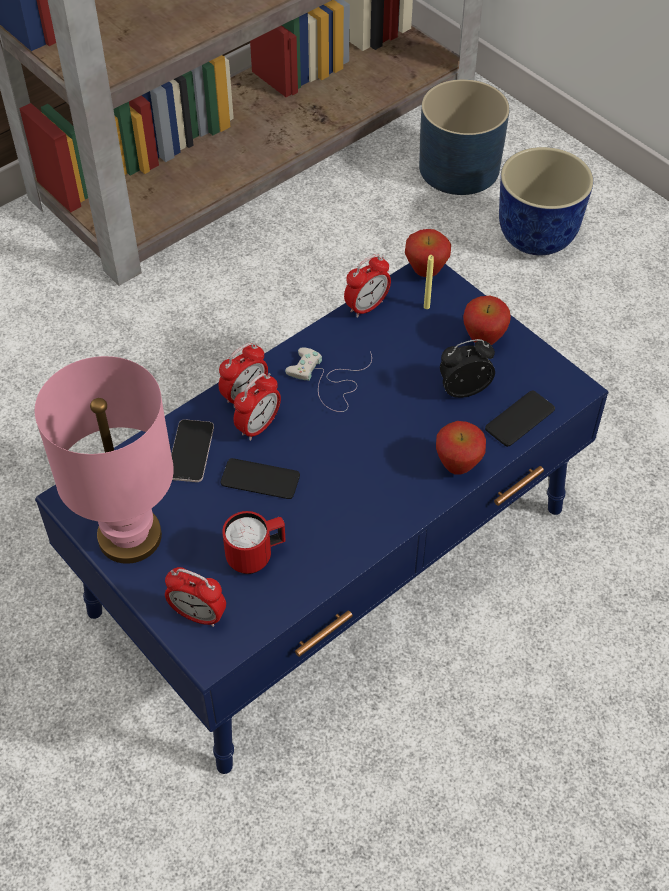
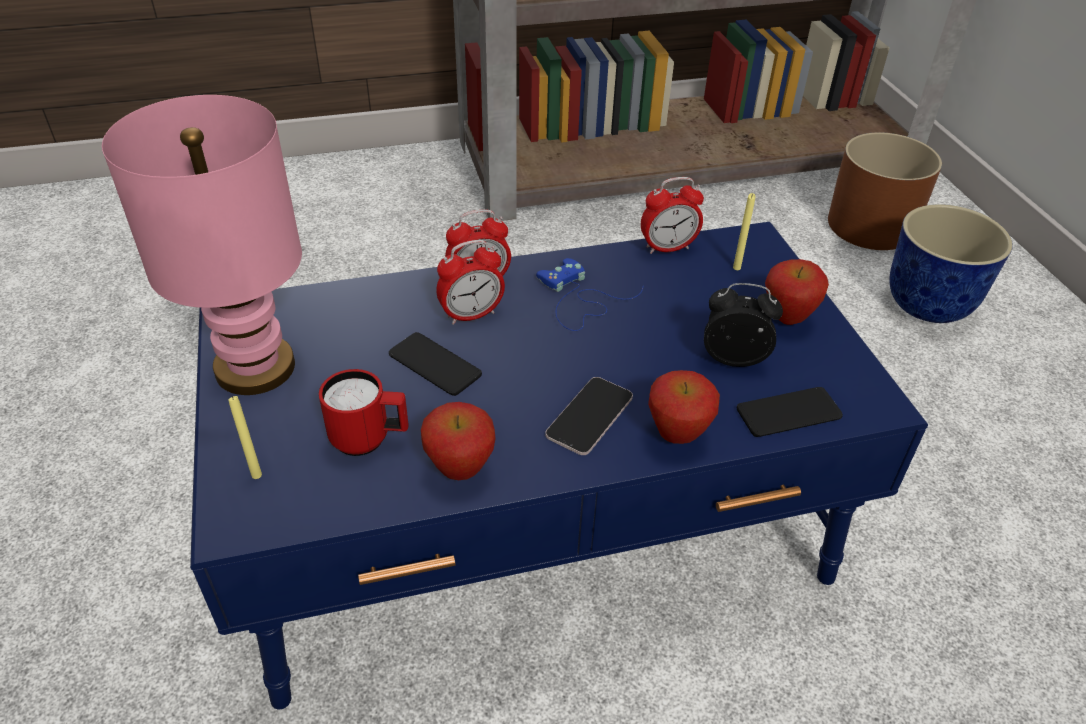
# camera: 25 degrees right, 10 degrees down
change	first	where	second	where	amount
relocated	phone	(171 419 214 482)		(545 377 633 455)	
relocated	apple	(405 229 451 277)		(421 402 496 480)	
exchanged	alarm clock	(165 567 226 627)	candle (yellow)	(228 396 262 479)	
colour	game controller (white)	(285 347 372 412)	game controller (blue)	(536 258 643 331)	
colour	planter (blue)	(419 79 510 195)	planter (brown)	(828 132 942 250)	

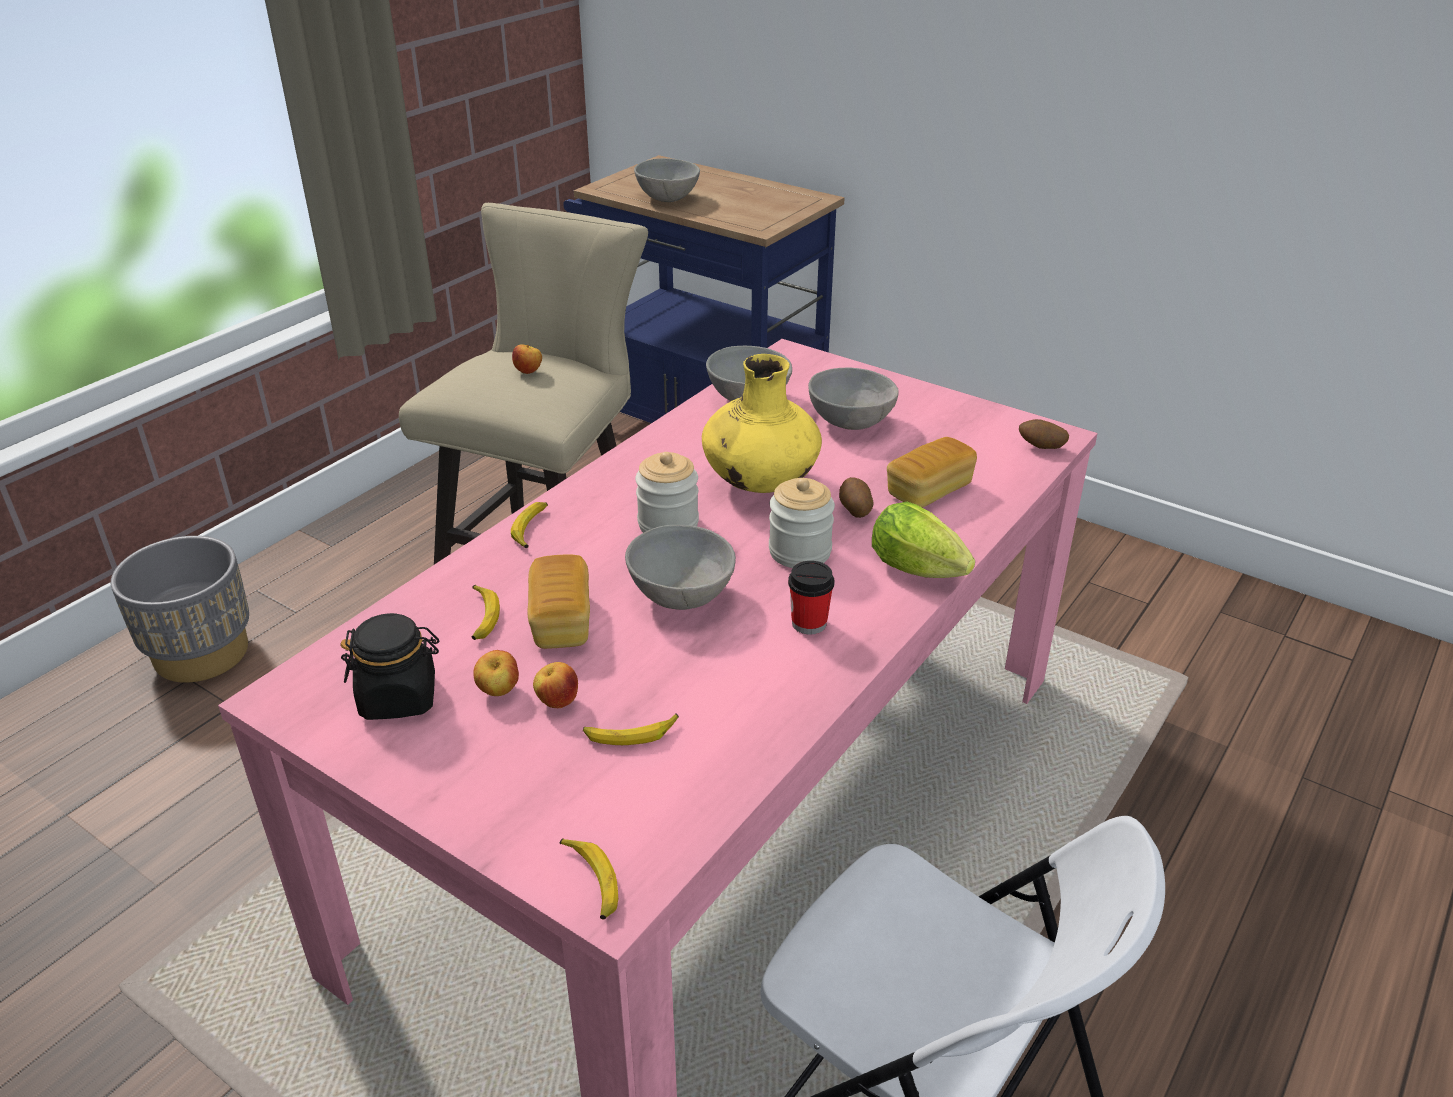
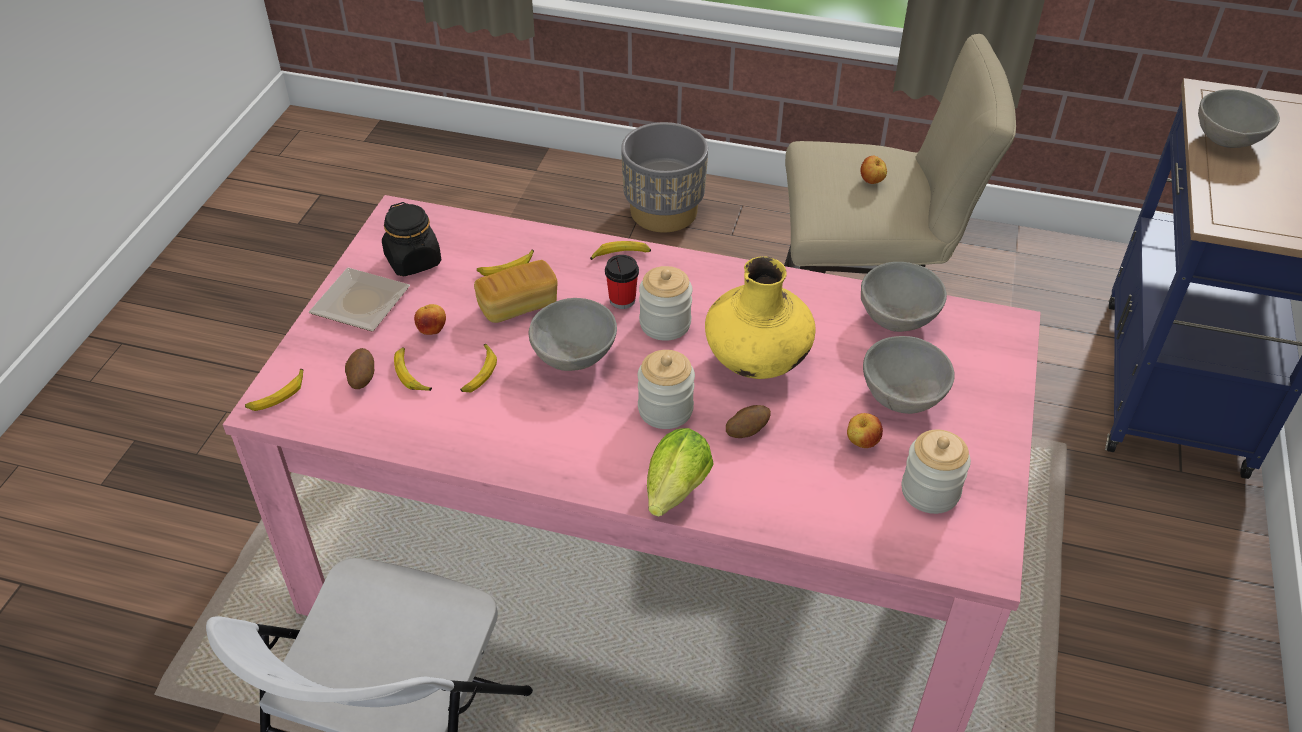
# camera: 70 degrees right, 10 degrees up
change	first	where	second	where	amount
missing	bread	(887 437 977 508)			
appeared			plate	(309 268 410 331)	
appeared			banana	(460 344 497 392)	
appeared			jar	(902 430 971 514)	
relocated	apple	(474 650 519 696)		(847 413 883 448)	
relocated	cup	(788 561 834 635)		(605 255 639 309)	
relocated	potato	(1019 419 1069 449)		(345 348 374 389)	

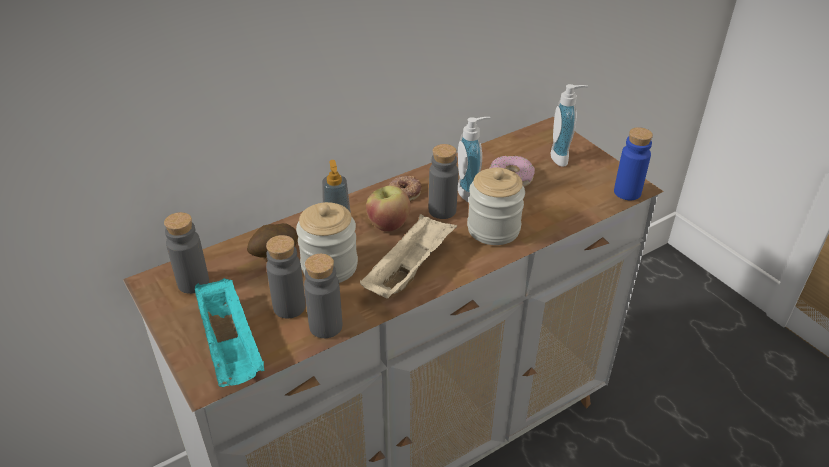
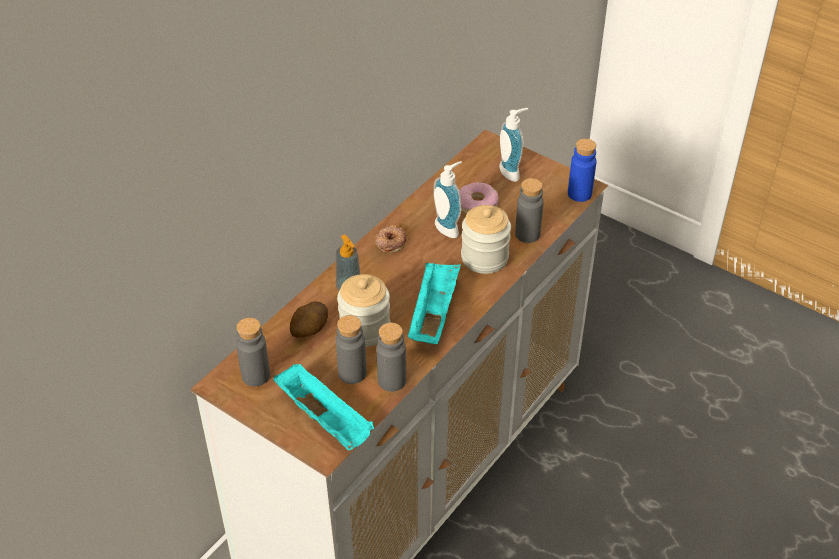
# camera: 20 degrees left, 5 degrees up
change	first	where	second	where	amount
missing	apple	(366 186 411 232)			
relocated	bottle (grey)	(429 144 458 219)		(515 178 544 243)	
colour	tray (beige)	(360 214 457 299)	tray (turquoise)	(408 262 461 344)	

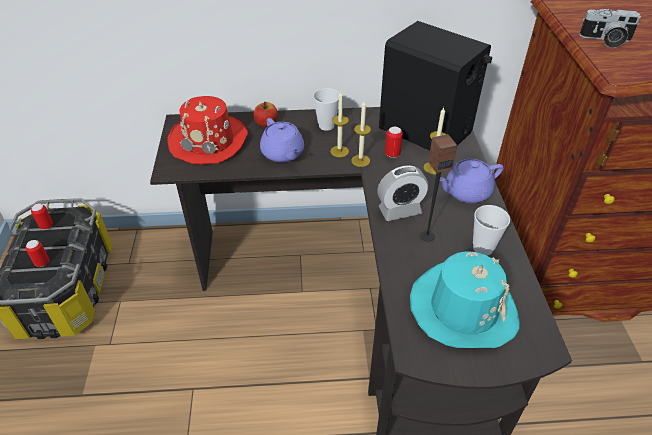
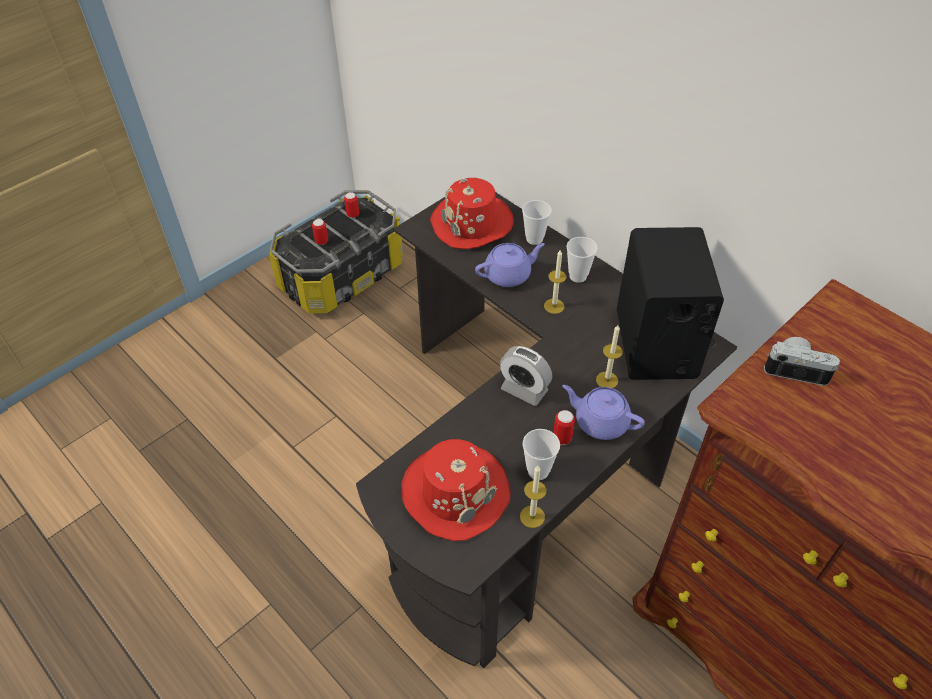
# camera: 50 degrees right, 5 degrees up
change	first	where	second	where	amount
missing	speaker	(420 134 457 242)			
relocated	candle	(351 101 371 167)		(520 466 546 528)	
relocated	can	(385 127 403 158)		(553 410 575 445)	
exchanged	apple	(254 102 278 127)	cup	(522 200 552 245)	
colour	hat (turquoise)	(410 251 520 348)	hat (red)	(401 439 511 541)	
spun	teapot (purple)	(260 118 304 163)		(475 243 545 287)	135 degrees counterclockwise
spun	photo camera	(579 9 641 48)		(764 337 840 386)	135 degrees clockwise

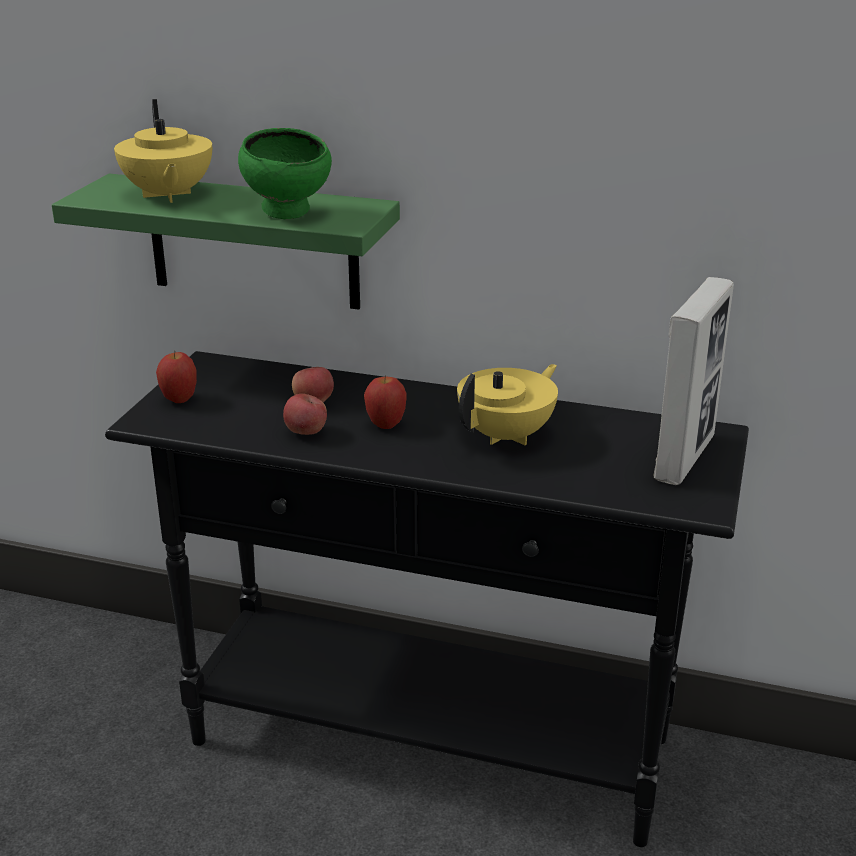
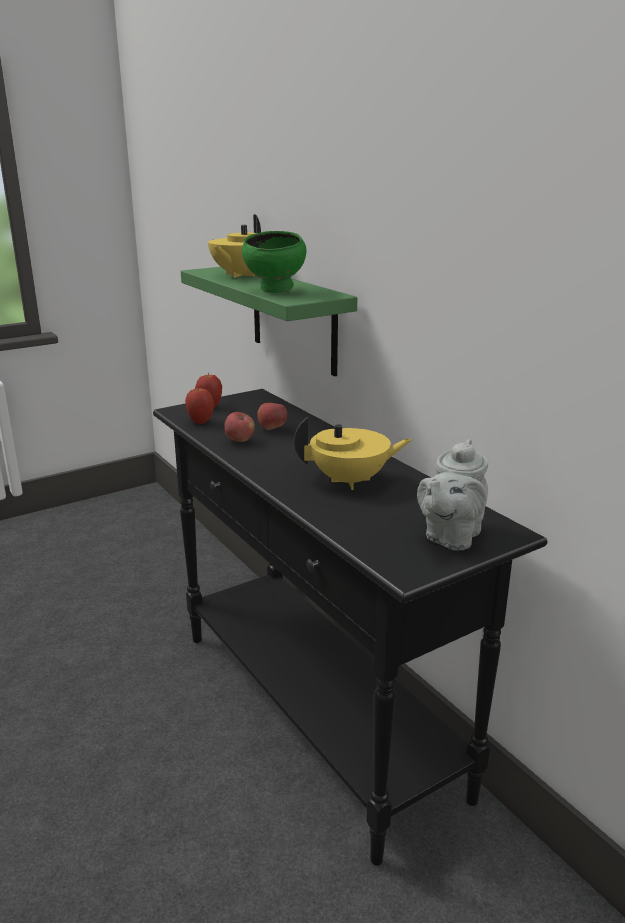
# camera: 40 degrees right, 5 degrees down
change	first	where	second	where	amount
relocated	apple	(364 375 407 429)		(185 386 214 424)	
exchanged	picture frame	(654 277 734 485)	teapot (grey)	(417 439 488 550)	

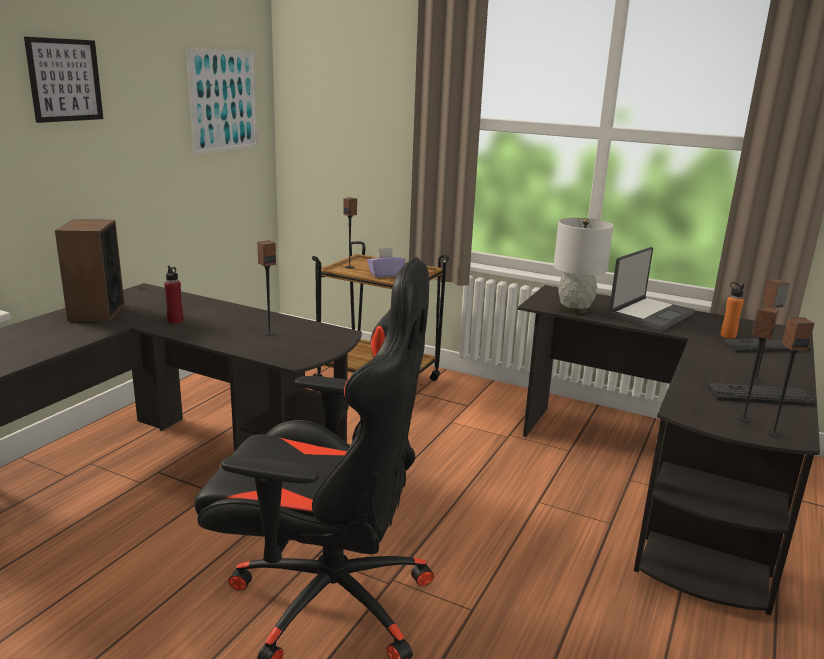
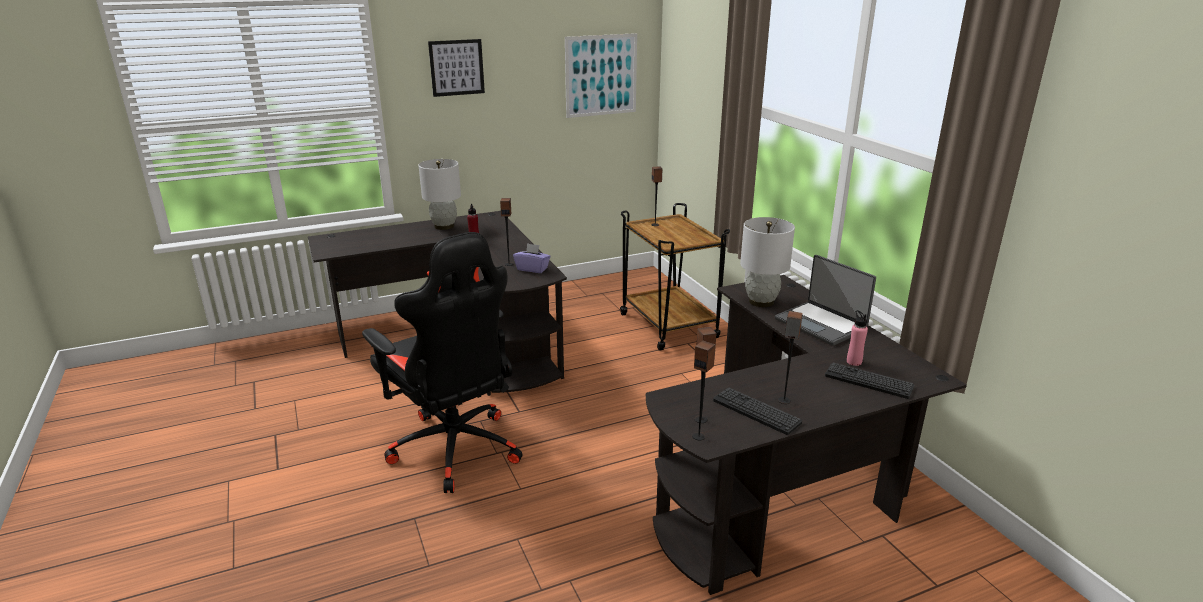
# camera: 40 degrees right, 5 degrees up
change	first	where	second	where	amount
relocated	tissue box (purple)	(367 248 405 277)		(513 243 551 273)	
exchanged	speaker	(55 219 125 321)	table lamp (white)	(418 159 461 230)	
colour	bottle (orange)	(720 282 744 339)	bottle (pink)	(847 310 868 366)	
spun	laptop	(609 247 695 331)		(775 255 876 346)	60 degrees clockwise

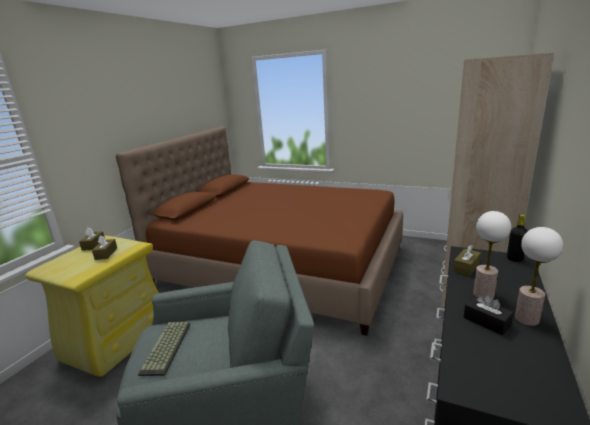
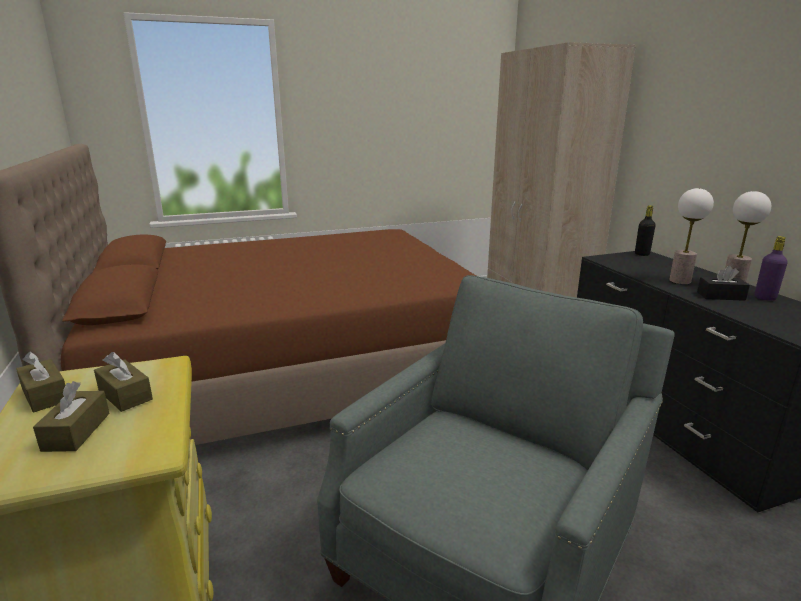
# camera: 45 degrees left, 0 degrees up
change	first	where	second	where	amount
missing	keyboard	(138 322 190 376)			
appeared			bottle (purple)	(755 236 788 301)	
relocated	tissue box (brown)	(453 245 481 276)		(33 381 110 452)	

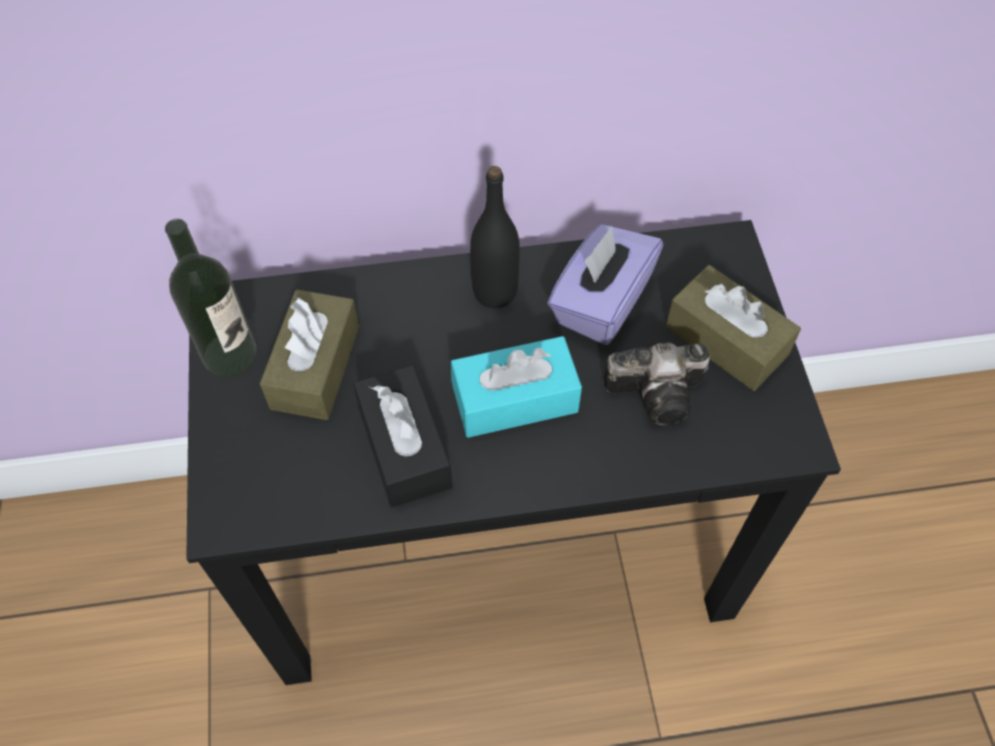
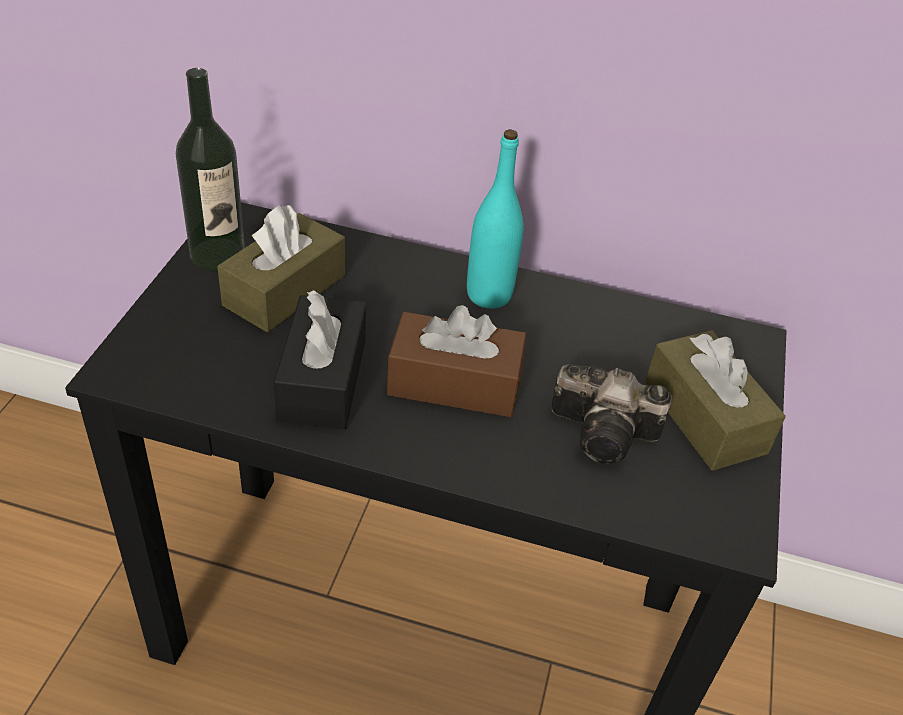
# camera: 20 degrees right, 15 degrees down
change	first	where	second	where	amount
missing	tissue box (purple)	(548 224 663 345)			
colour	tissue box (turquoise)	(451 336 582 438)	tissue box (brown)	(387 305 527 417)	
colour	bottle (black)	(470 166 520 308)	bottle (turquoise)	(467 129 523 309)	

